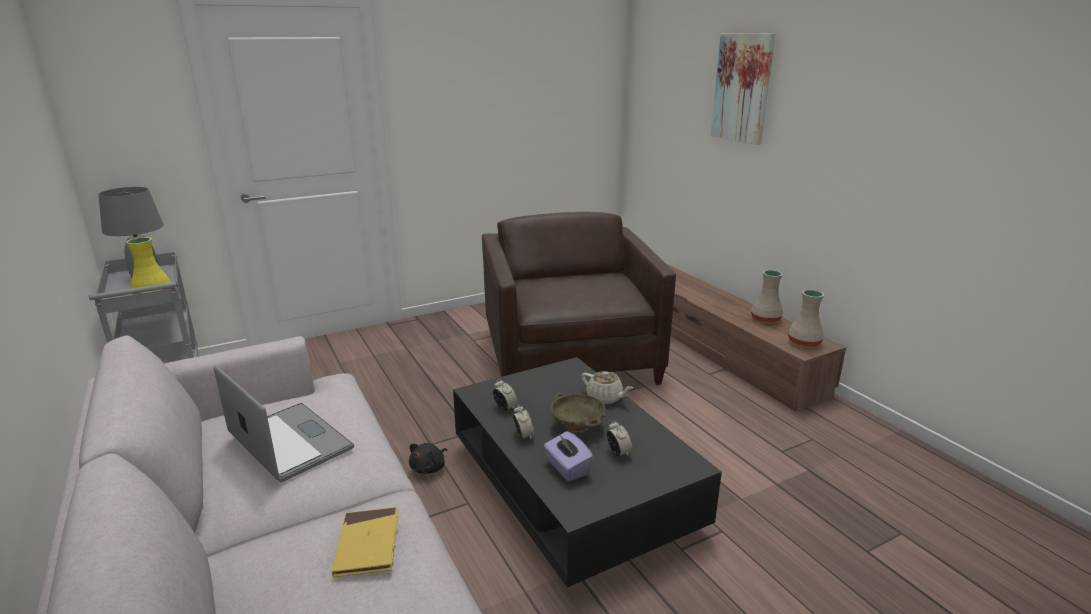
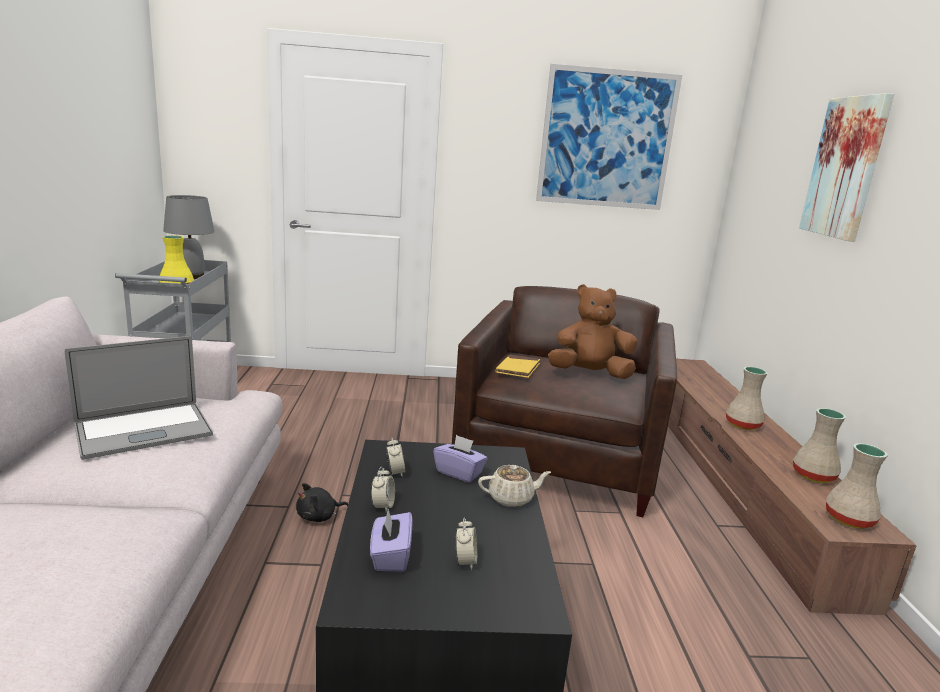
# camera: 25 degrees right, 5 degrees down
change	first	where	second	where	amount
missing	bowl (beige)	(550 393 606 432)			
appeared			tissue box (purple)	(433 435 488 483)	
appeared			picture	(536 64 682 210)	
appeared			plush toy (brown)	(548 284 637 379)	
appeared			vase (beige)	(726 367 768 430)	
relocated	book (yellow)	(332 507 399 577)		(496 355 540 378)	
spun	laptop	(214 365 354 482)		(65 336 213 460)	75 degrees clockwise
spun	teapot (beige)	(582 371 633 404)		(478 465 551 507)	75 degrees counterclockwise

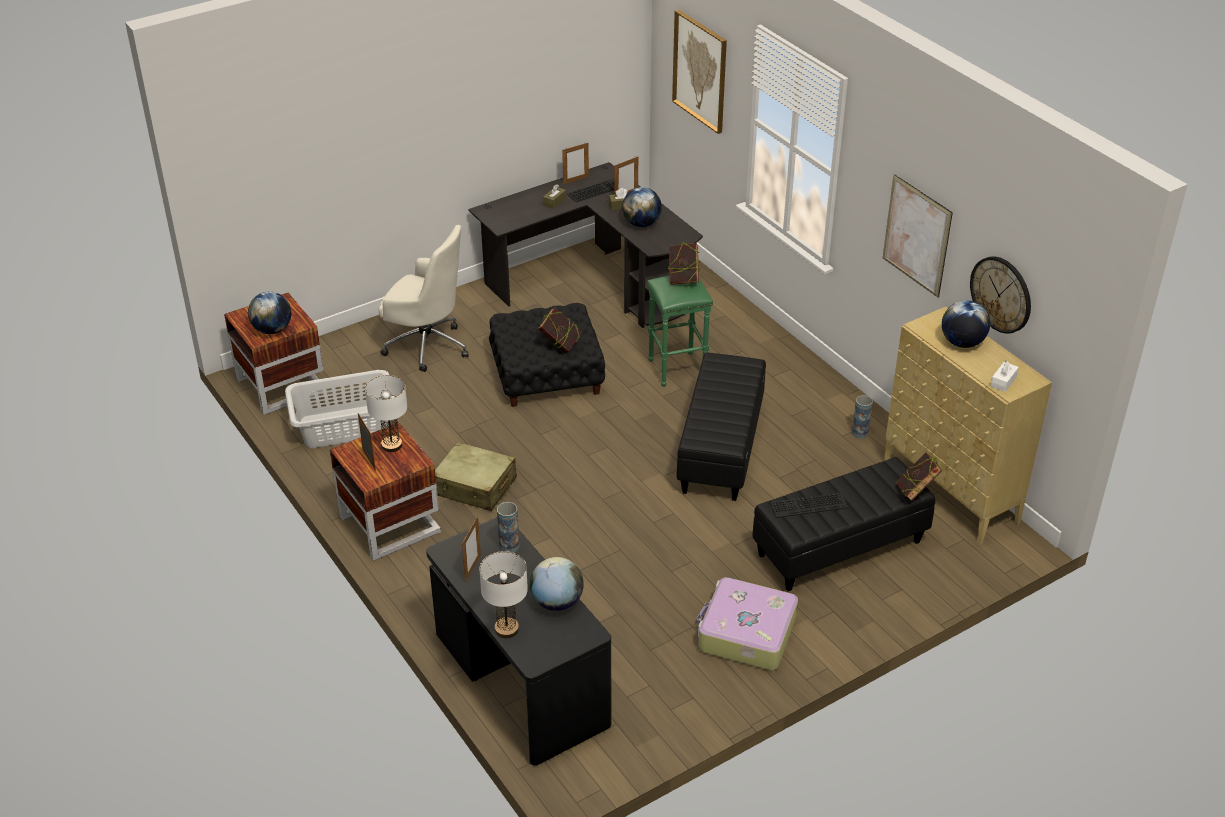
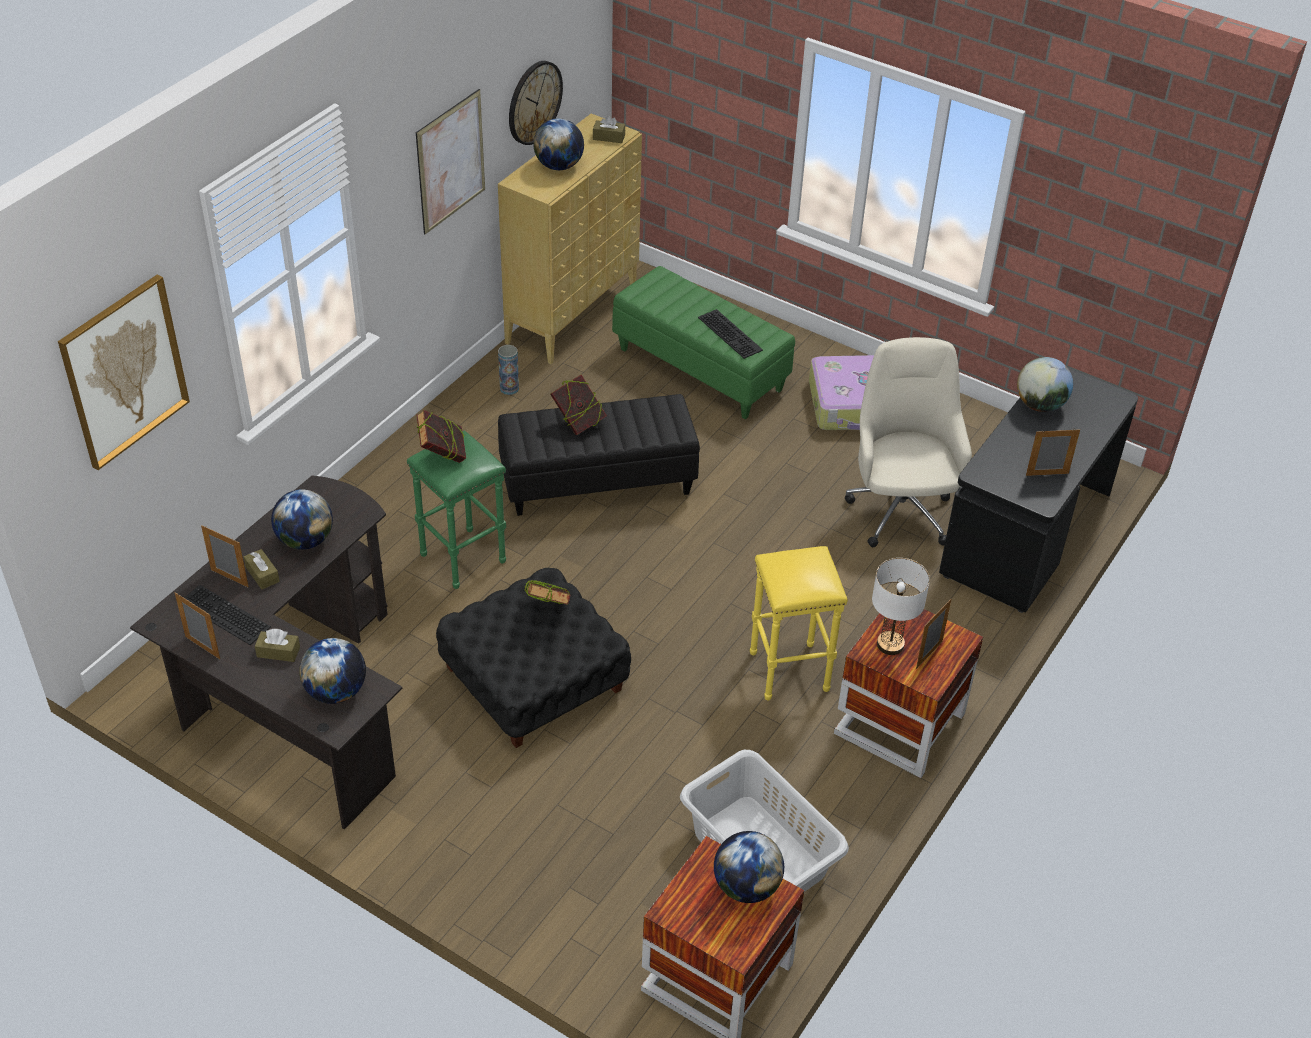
# camera: 115 degrees left, 5 degrees up
change	first	where	second	where	amount
missing	table lamp	(479 551 528 638)			
missing	vase	(497 502 519 553)			
appeared			globe	(299 638 366 704)	
relocated	office chair (beige)	(379 225 469 372)		(845 337 972 547)	
relocated	book	(896 452 942 501)		(550 375 607 435)	
exchanged	suitcase (beige)	(435 442 517 511)	stool (yellow)	(750 546 848 700)	
colour	ottoman (black)	(752 457 935 591)	ottoman (green)	(612 266 795 419)	
colour	tissue box (white)	(991 361 1019 392)	tissue box (brown)	(593 116 625 143)	

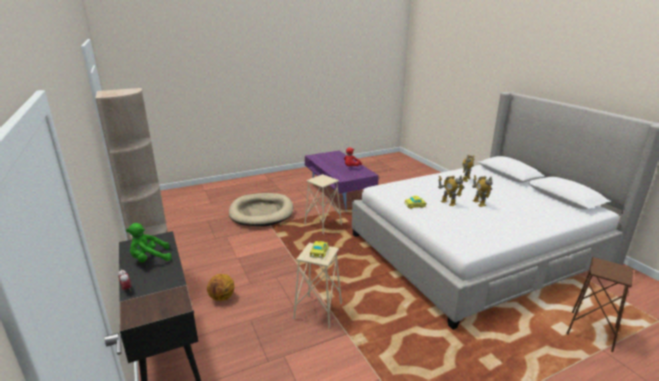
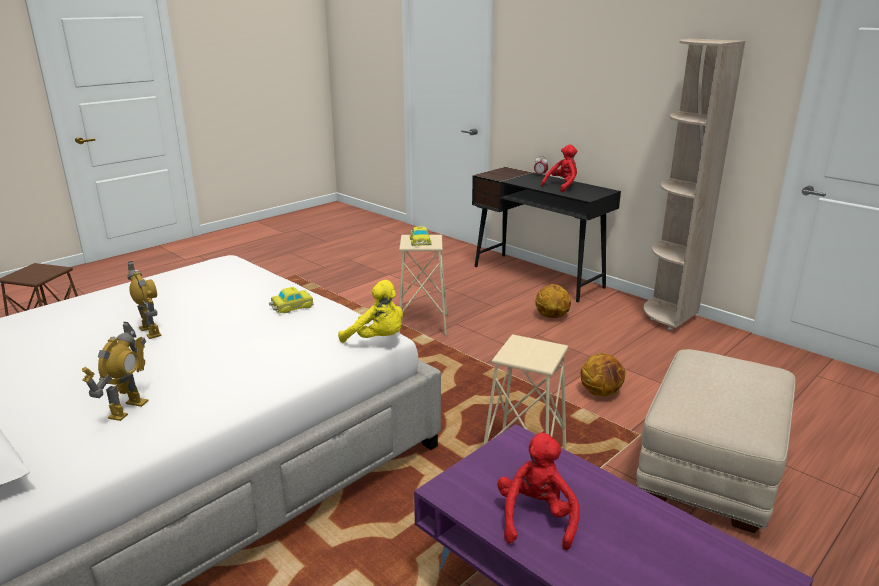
# camera: 160 degrees right, 0 degrees up
change	first	where	second	where	amount
missing	toy robot	(438 175 464 207)			
appeared			plush toy (yellow)	(338 280 403 343)	
appeared			basketball	(581 353 625 396)	
exchanged	dog bed (beige)	(229 193 293 226)	ottoman (beige)	(636 349 795 533)	
colour	plush toy (green)	(126 223 172 262)	plush toy (red)	(541 145 577 192)	

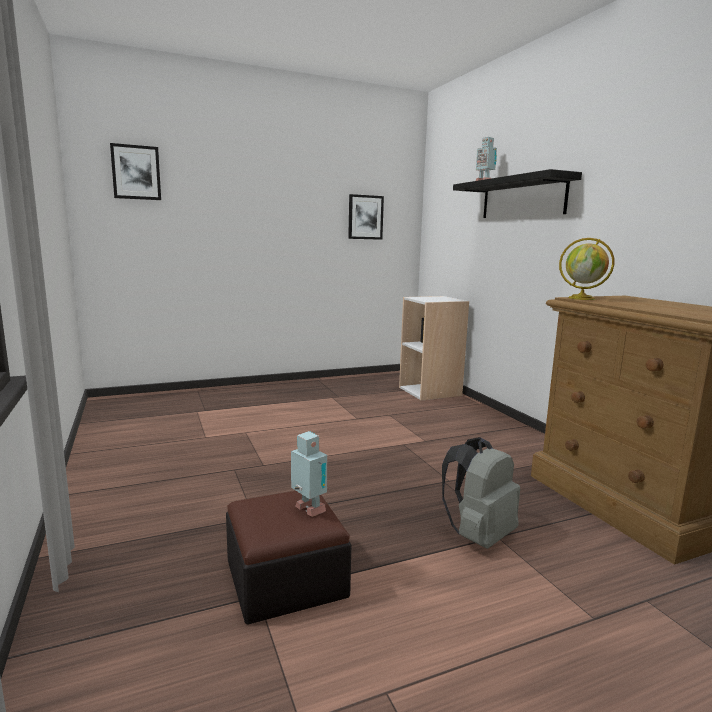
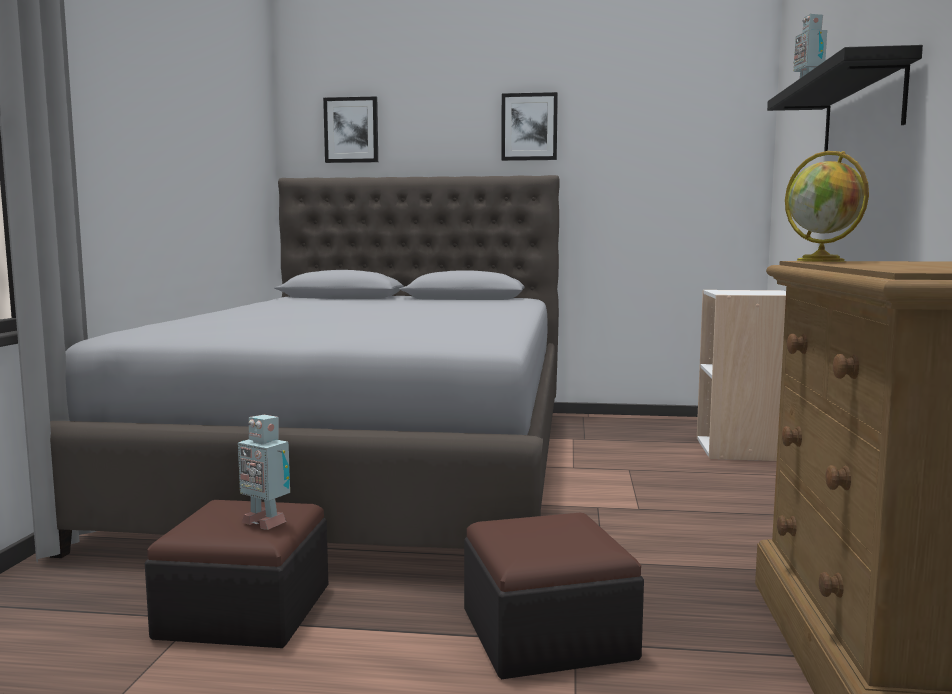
# camera: 30 degrees right, 5 degrees down
change	first	where	second	where	amount
appeared			bed (grey)	(50 175 560 558)	
relocated	picture	(348 194 384 240)		(501 92 558 161)	
exchanged	backpack (grey)	(442 437 520 549)	ottoman	(464 513 644 679)	
spun	toy robot	(291 431 327 517)		(238 415 290 530)	135 degrees clockwise

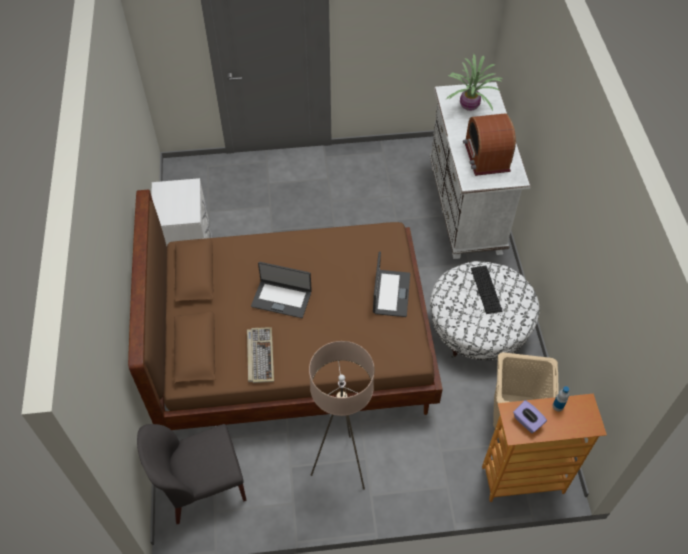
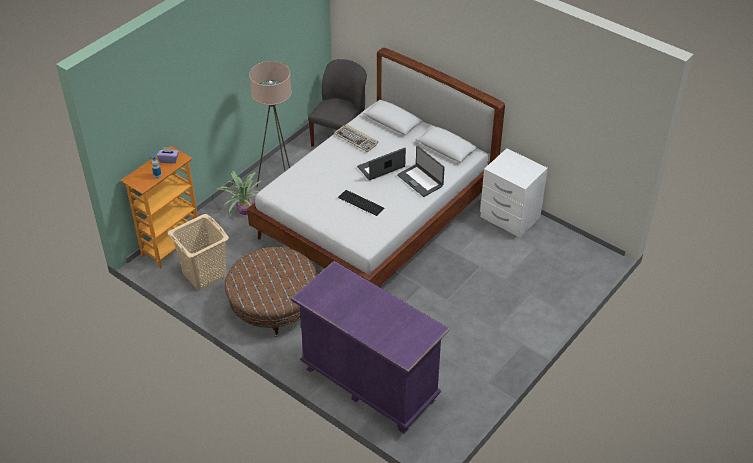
# camera: 135 degrees right, 10 degrees down
change	first	where	second	where	amount
missing	radio	(463 113 516 176)			
relocated	laptop	(373 251 410 317)		(397 146 445 197)	
relocated	potted plant	(446 54 504 111)		(217 171 261 215)	
relocated	keyboard	(471 265 502 314)		(338 190 385 216)	
colour	bed (brown)	(128 190 443 430)	bed (white)	(247 48 505 287)	
colour	dresser (white)	(430 82 531 259)	dresser (purple)	(291 261 450 434)	
colour	ottoman (white)	(430 261 540 360)	ottoman (brown)	(225 247 317 337)	

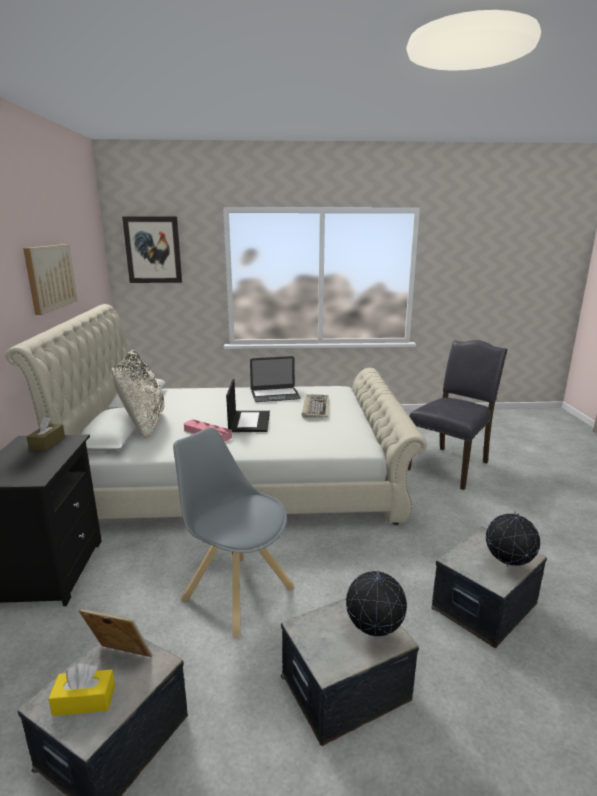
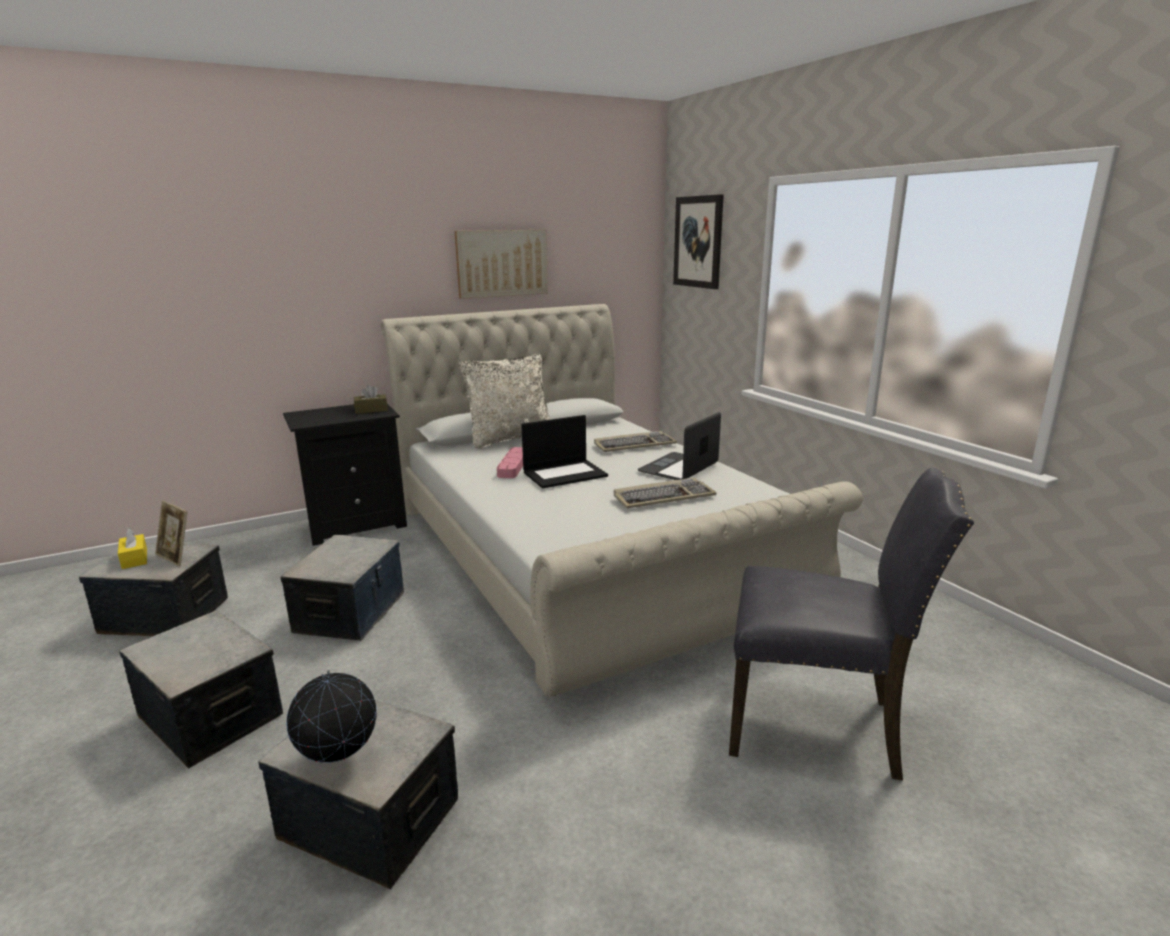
# camera: 65 degrees right, 0 degrees up
change	first	where	second	where	amount
missing	globe	(346 571 407 636)			
appeared			keyboard	(594 431 677 452)	
exchanged	chair (grey)	(173 427 295 638)	storage box	(280 535 404 641)	
spun	picture frame	(79 609 153 657)		(155 501 188 566)	135 degrees clockwise
spun	laptop	(250 356 301 402)		(637 412 721 480)	75 degrees clockwise

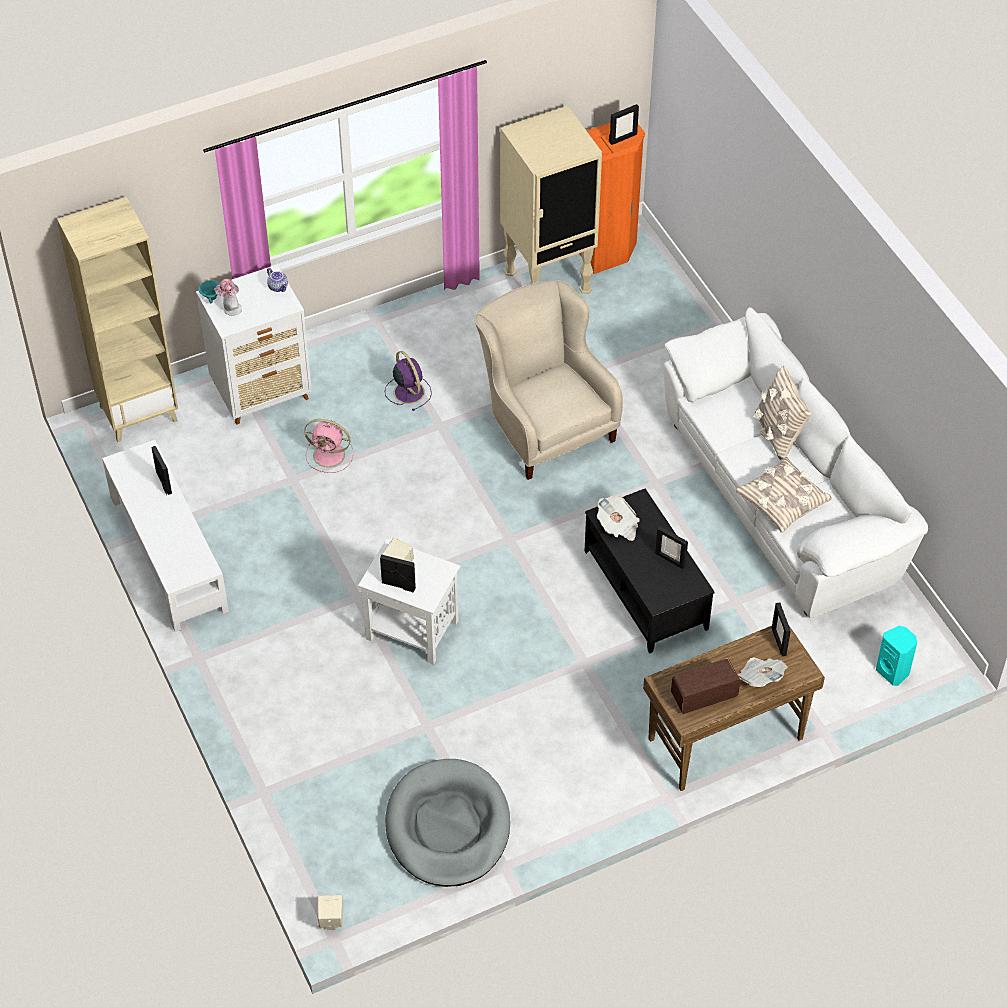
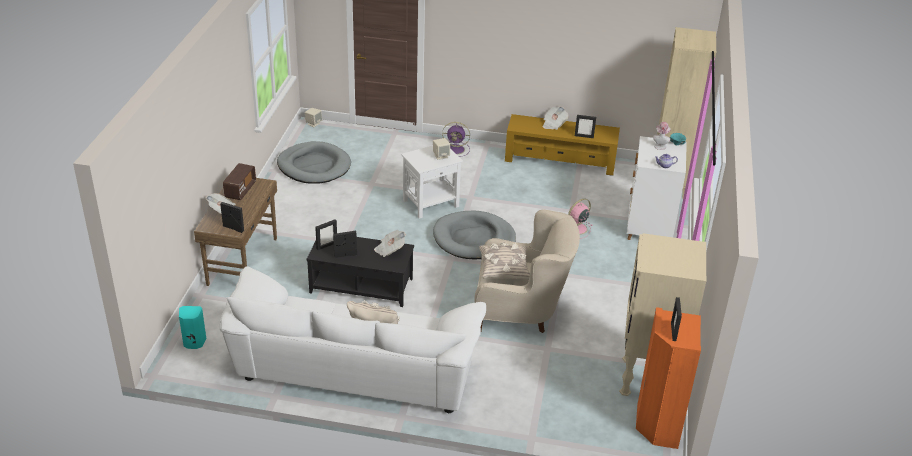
# camera: 125 degrees right, 15 degrees down
change	first	where	second	where	amount
appeared			dog bed (grey)	(433 211 516 260)	
appeared			newspaper	(543 106 568 130)	
relocated	picture frame	(380 555 416 593)		(315 220 337 250)	
relocated	fan (purple)	(385 351 432 411)		(442 122 470 157)	
relocated	pillow (beige)	(736 457 832 533)		(479 242 530 279)	
colour	tv stand (white)	(102 440 229 632)	tv stand (yellow)	(505 114 620 176)	

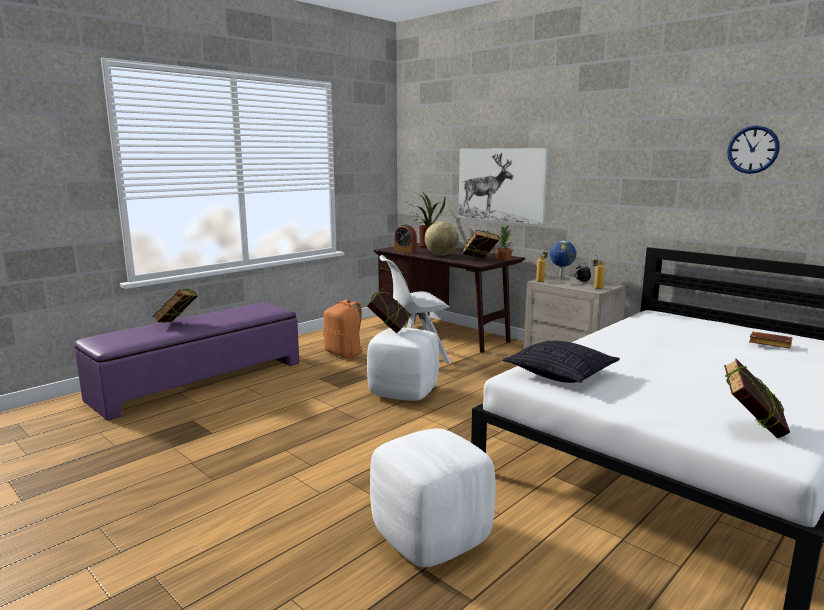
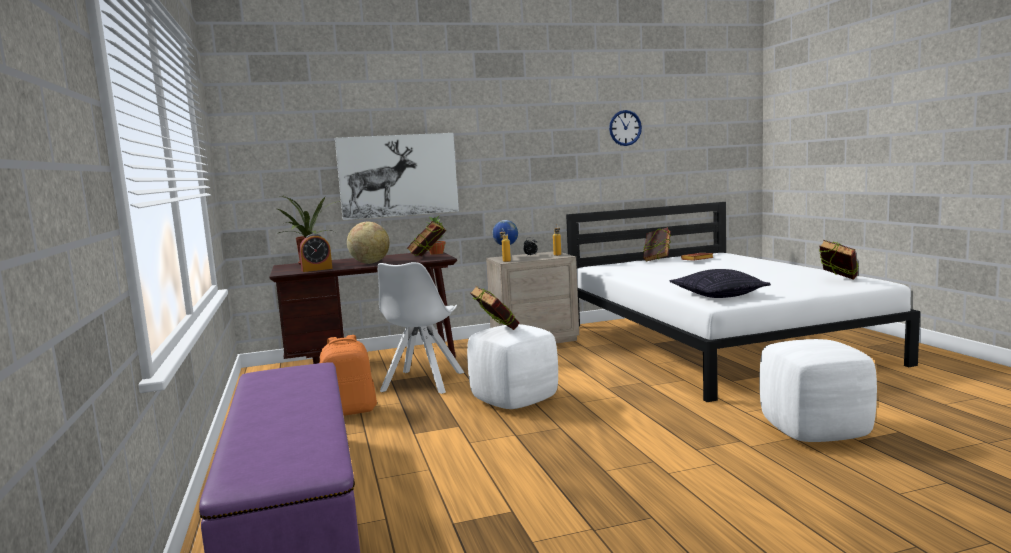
# camera: 60 degrees left, 5 degrees down
change	first	where	second	where	amount
relocated	book	(152 288 198 323)		(643 227 671 262)	

